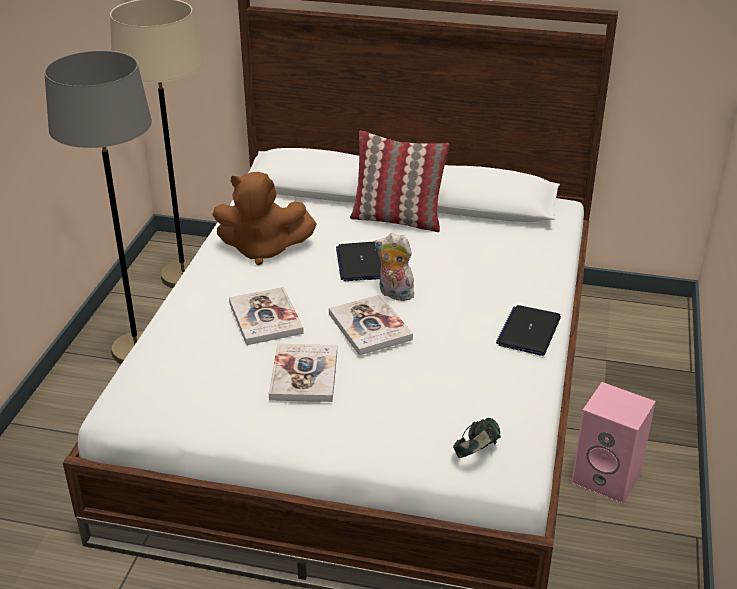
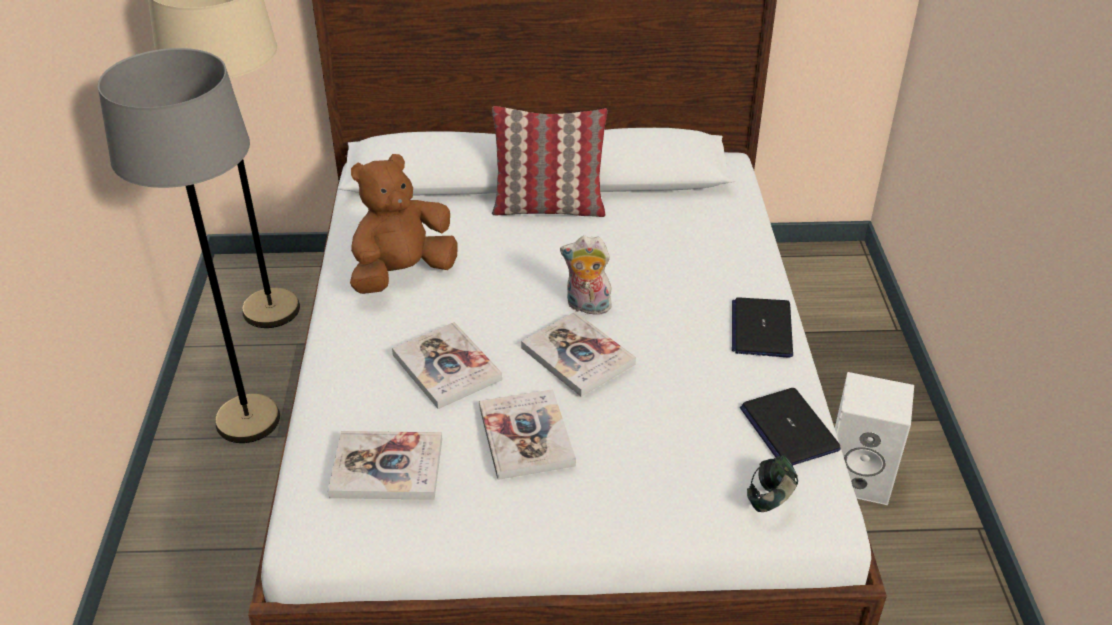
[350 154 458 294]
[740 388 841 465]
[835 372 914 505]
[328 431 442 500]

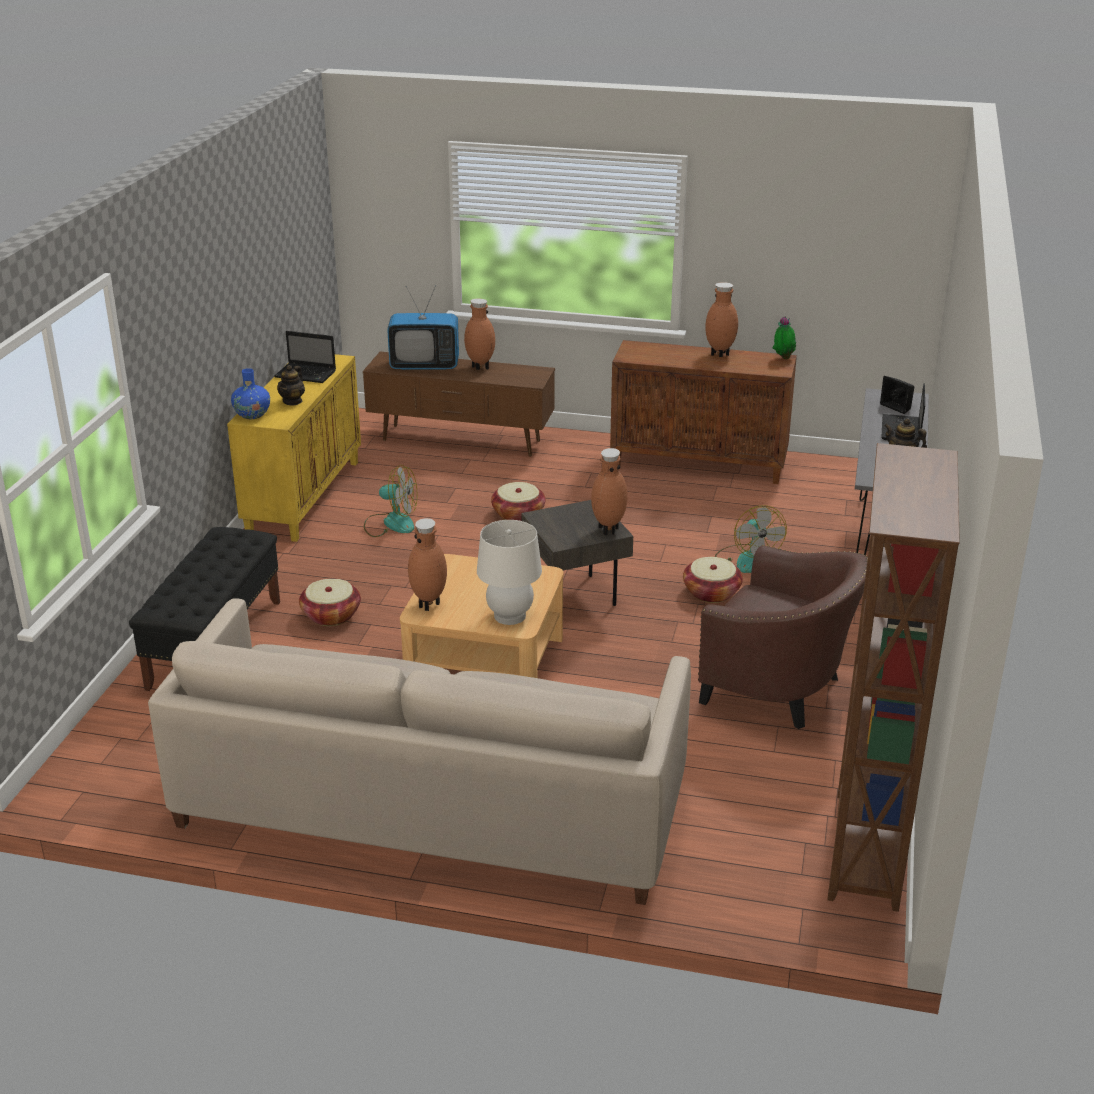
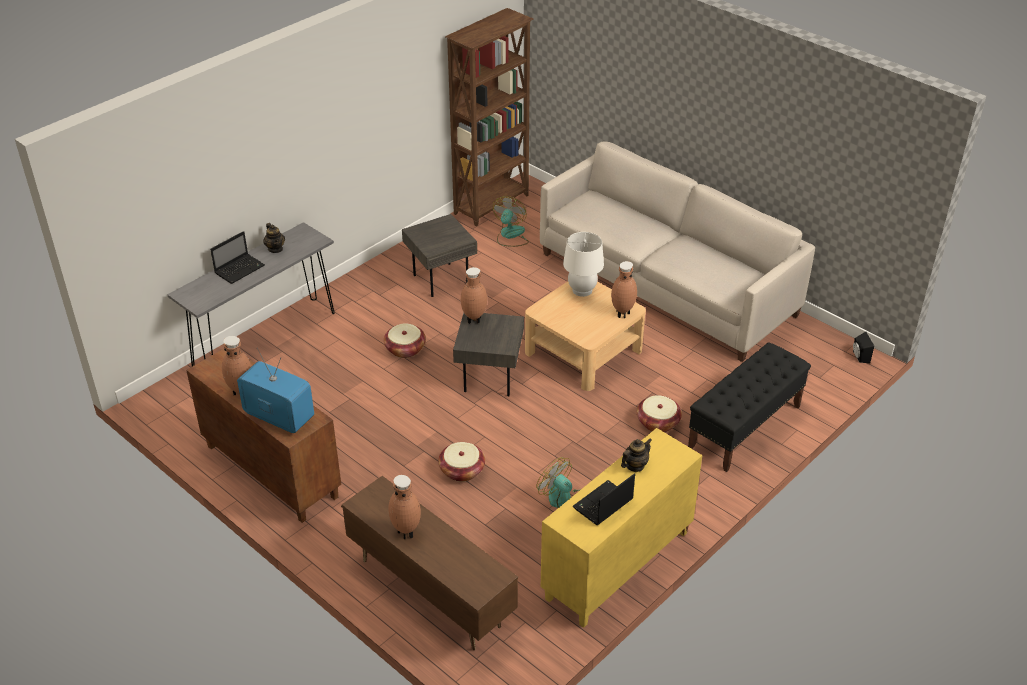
[231 368 270 419] (first image)
[573 474 635 525]
[237 348 314 433]
[402 214 477 297]
[493 196 529 247]
[773 317 796 359] (first image)
[853 332 874 363]

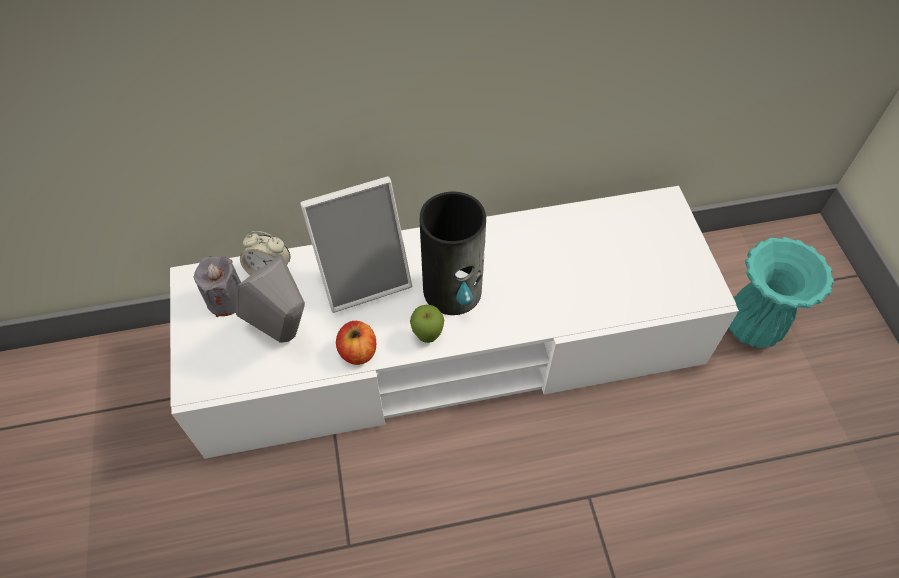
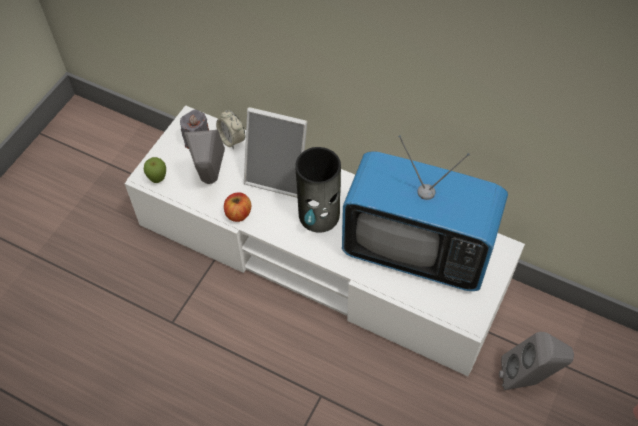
[144 157 166 183]
[499 332 574 390]
[342 135 508 291]

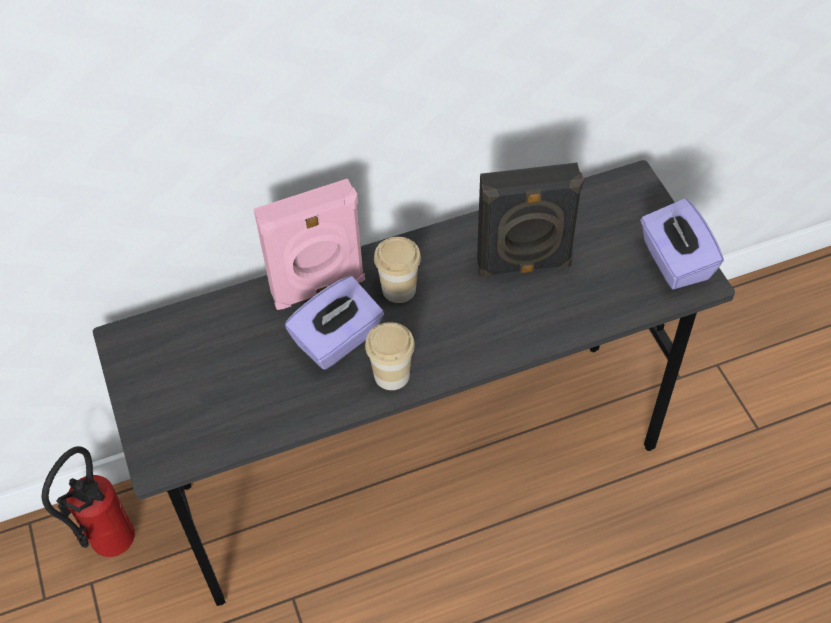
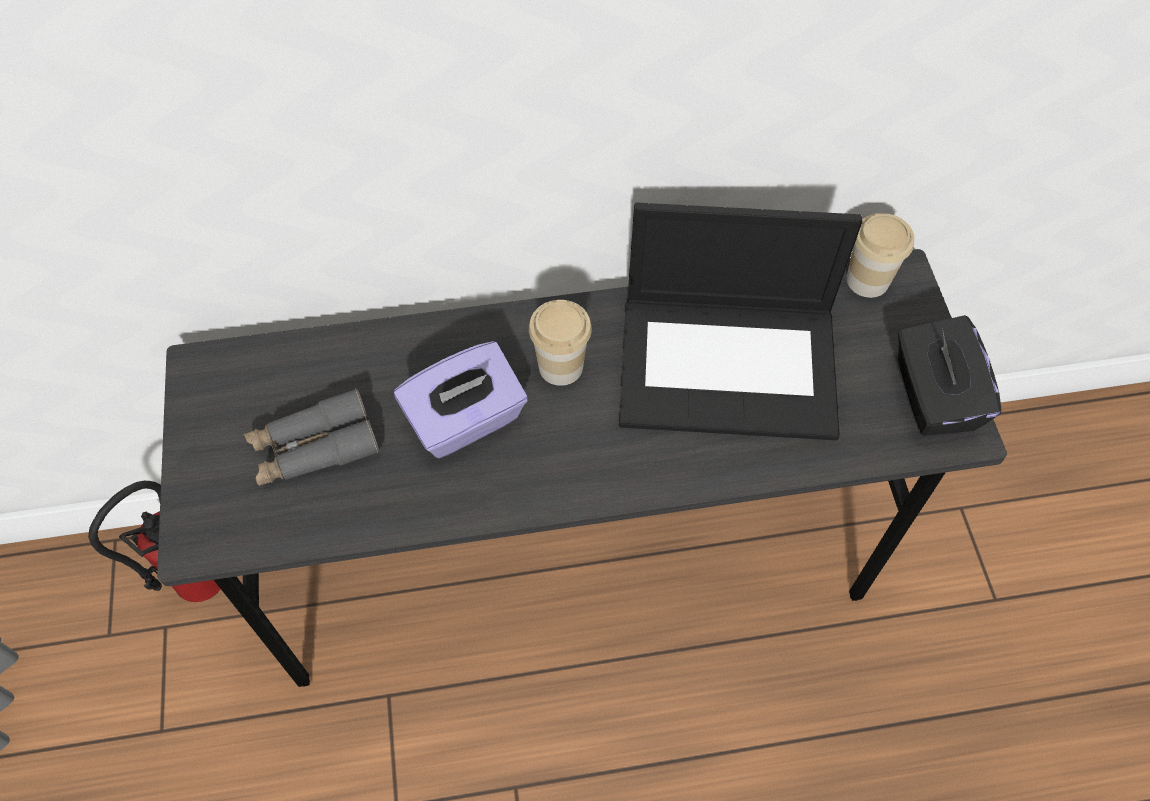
[254 178 365 310] (first image)
[847 213 915 298]
[619 203 862 440]
[898 315 1002 436]
[243 388 380 486]

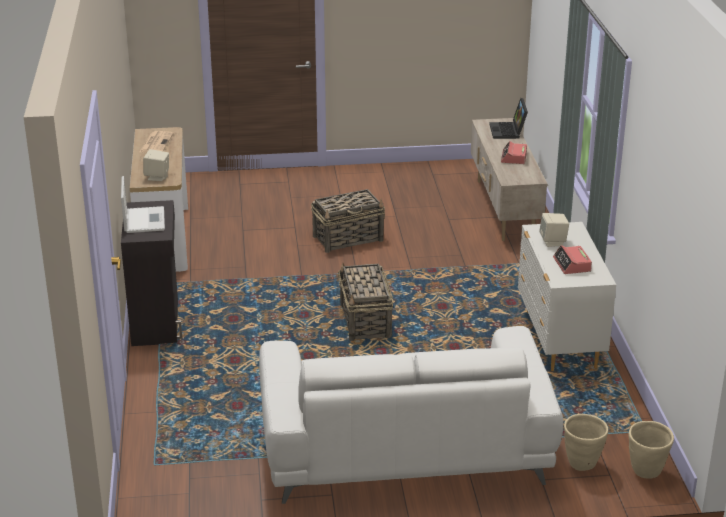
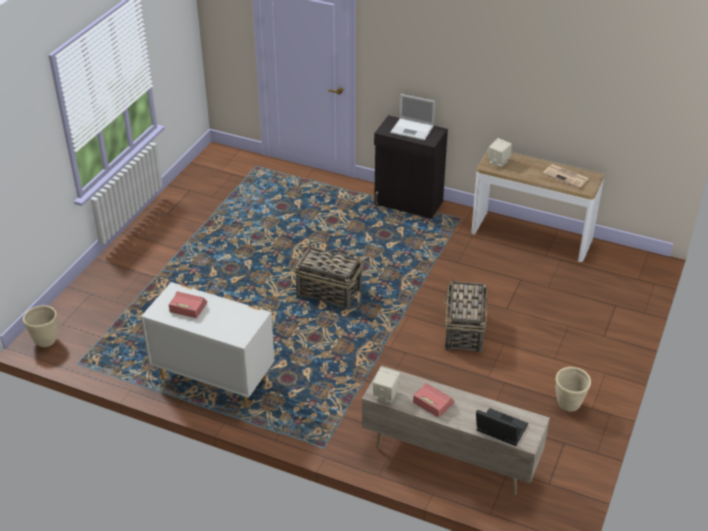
[259 326 563 504] (first image)
[373 367 400 402]
[556 367 591 412]

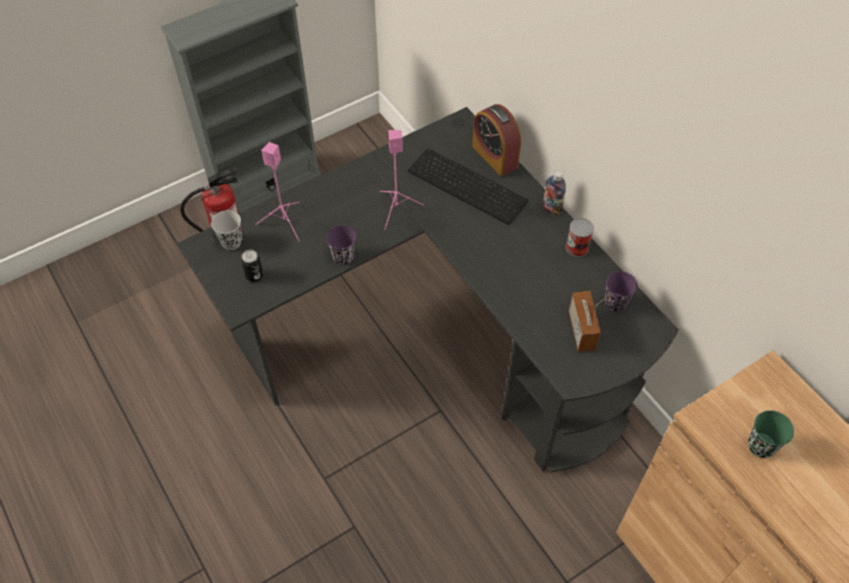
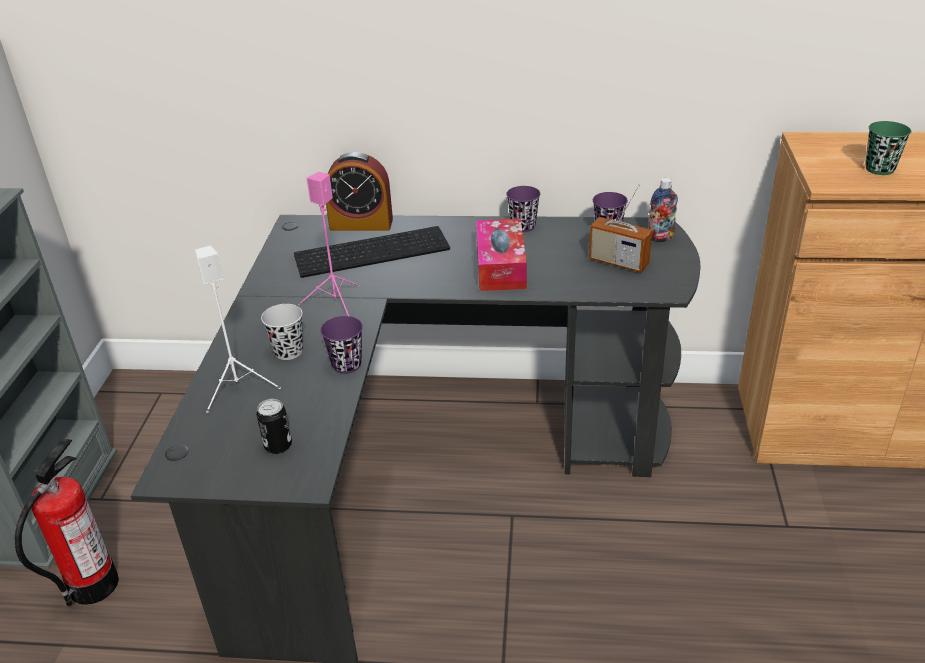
[261 304 303 360]
[195 246 281 413]
[649 178 678 242]
[506 186 540 232]
[476 219 527 291]

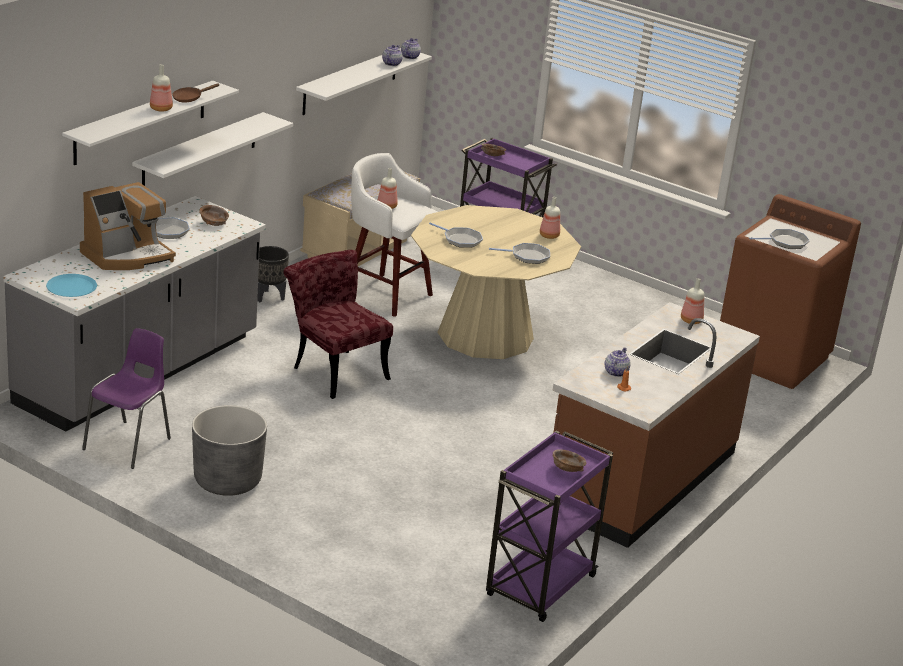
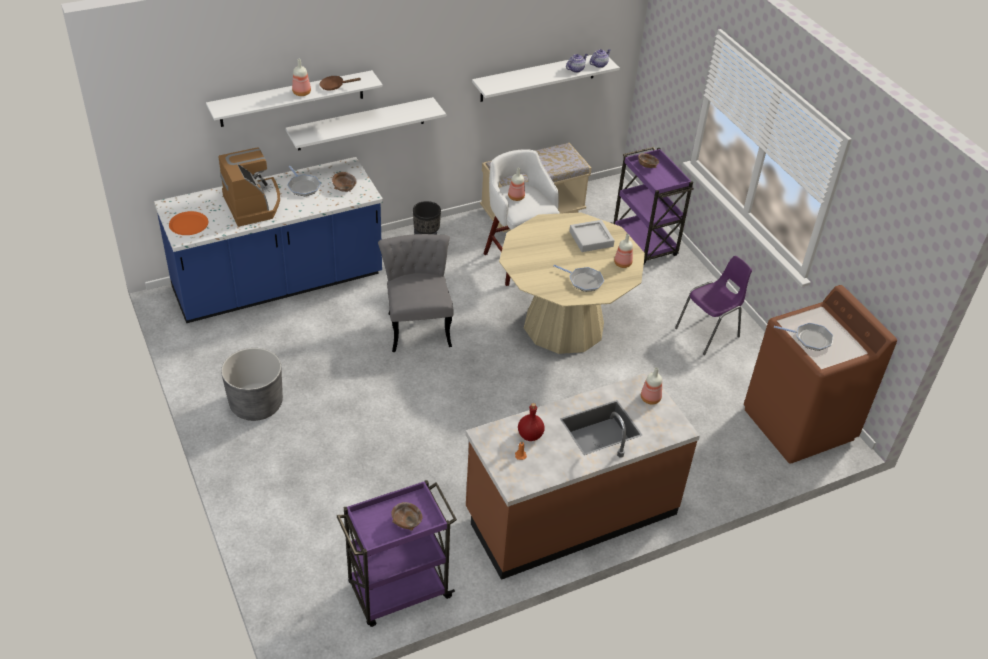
[154 157 383 323]
[169 211 208 235]
[218 148 280 227]
[675 256 752 355]
[378 234 454 352]
[429 222 483 248] (first image)
[518 403 545 441]
[569 220 614 252]

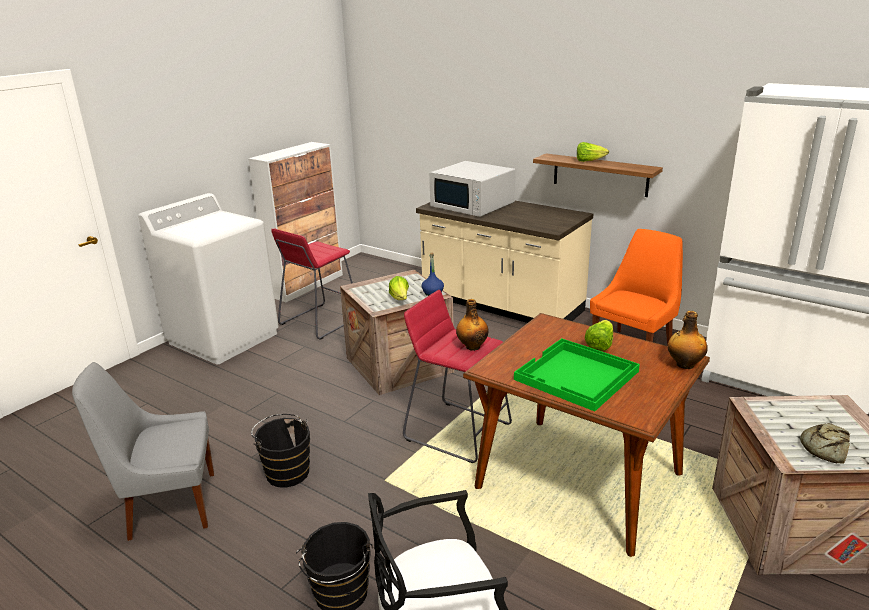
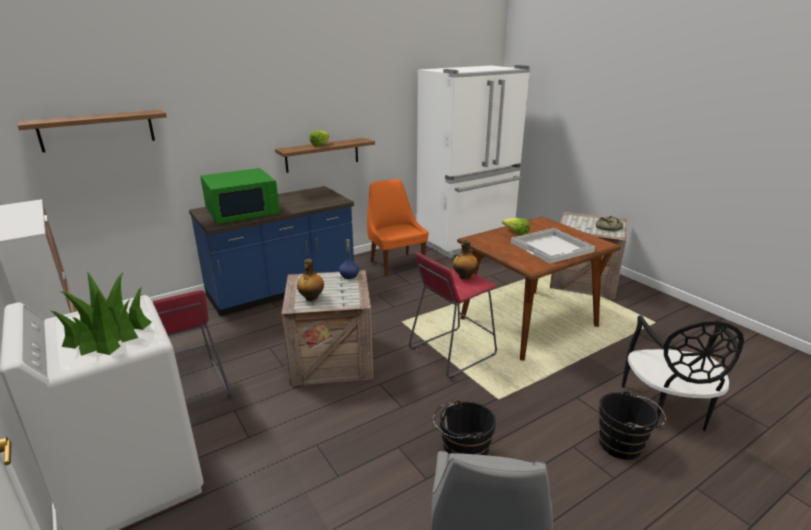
[389 276 409 300] (first image)
[189 186 354 316]
[200 168 280 224]
[511 228 595 264]
[297 259 324 301]
[18 110 167 153]
[51 271 152 356]

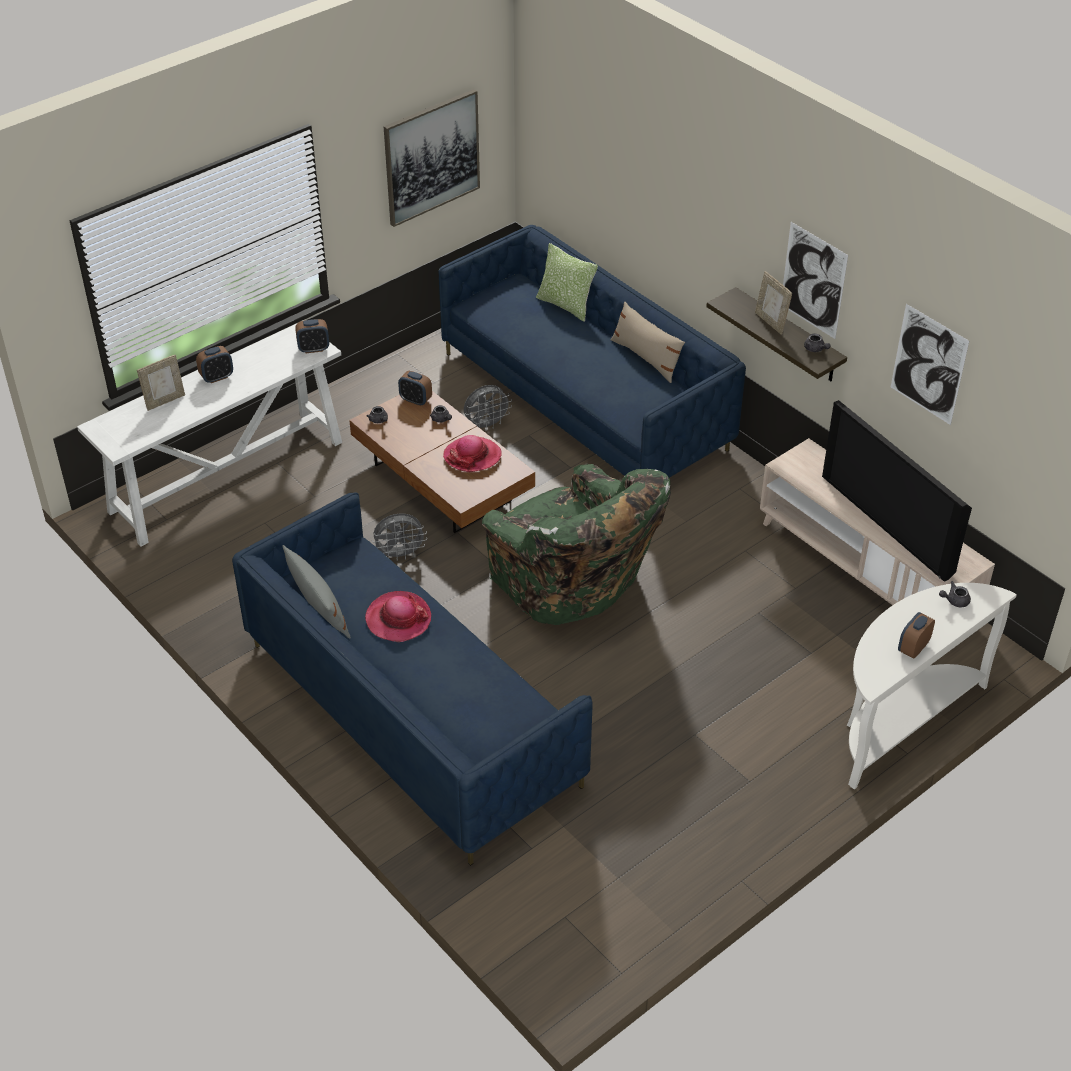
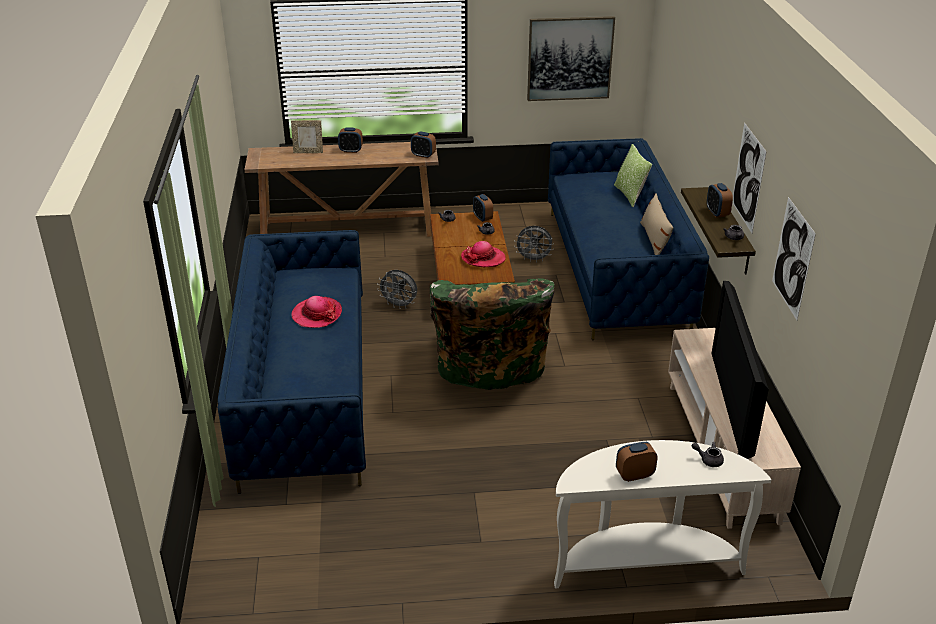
[244 142 438 237]
[282 545 351 639] (first image)
[707 183 733 218]

